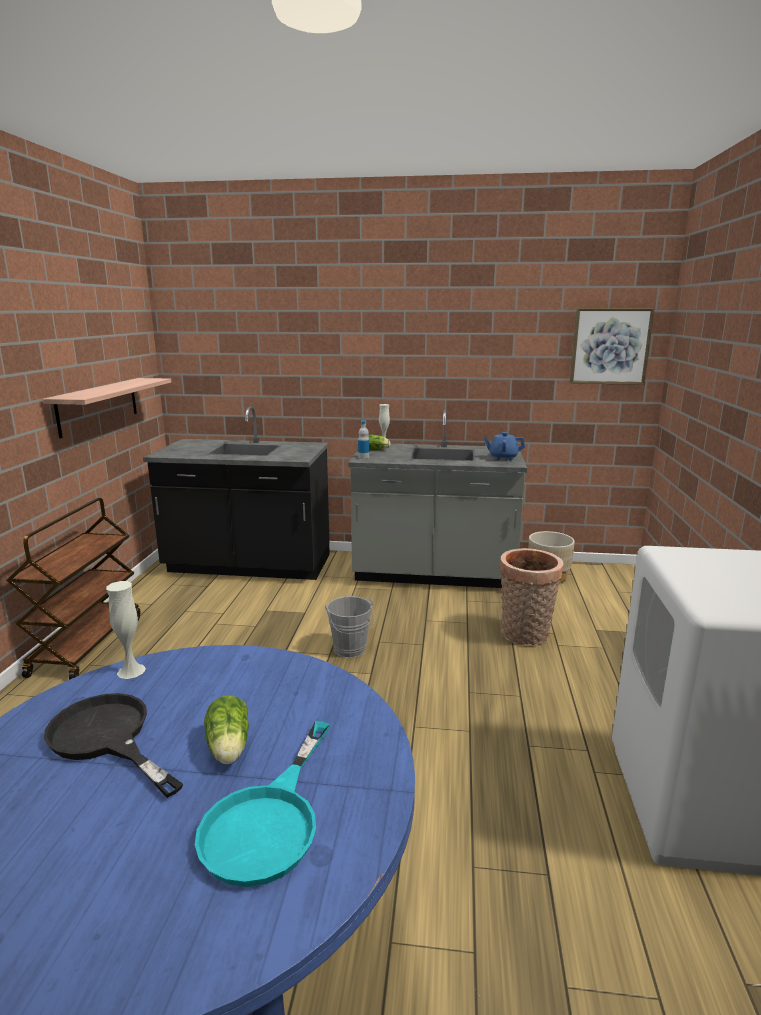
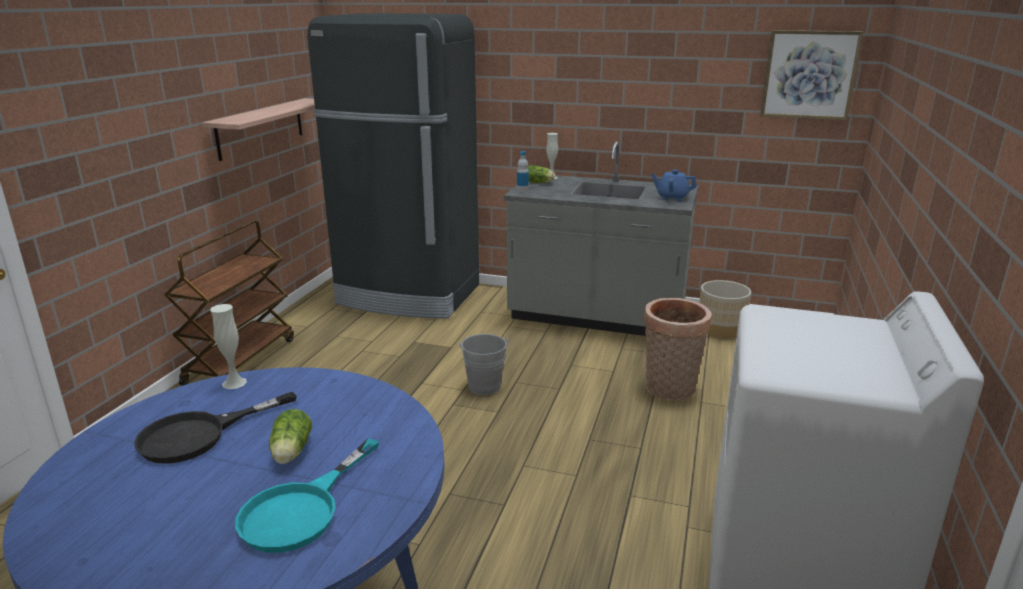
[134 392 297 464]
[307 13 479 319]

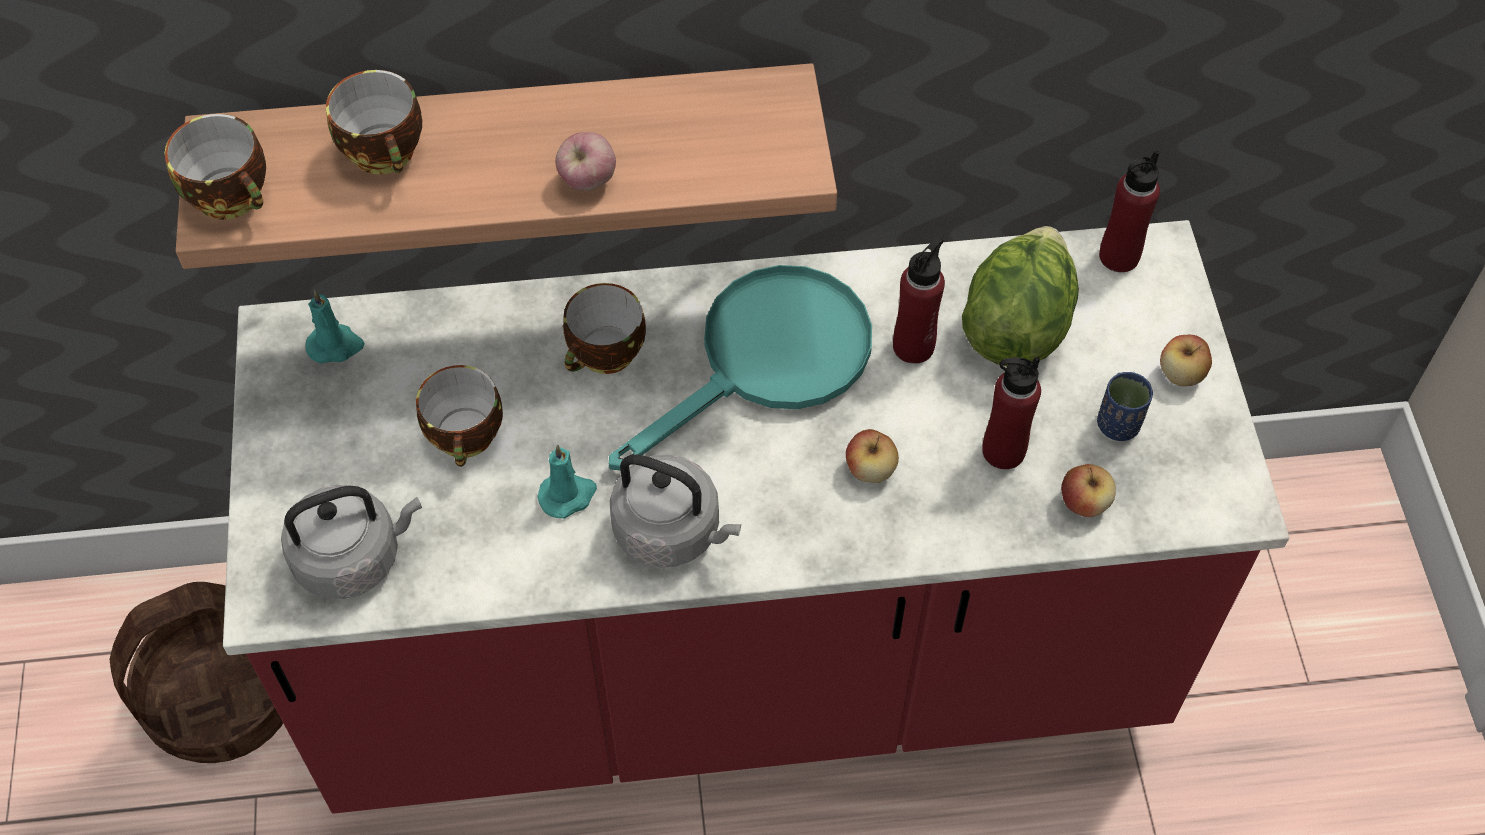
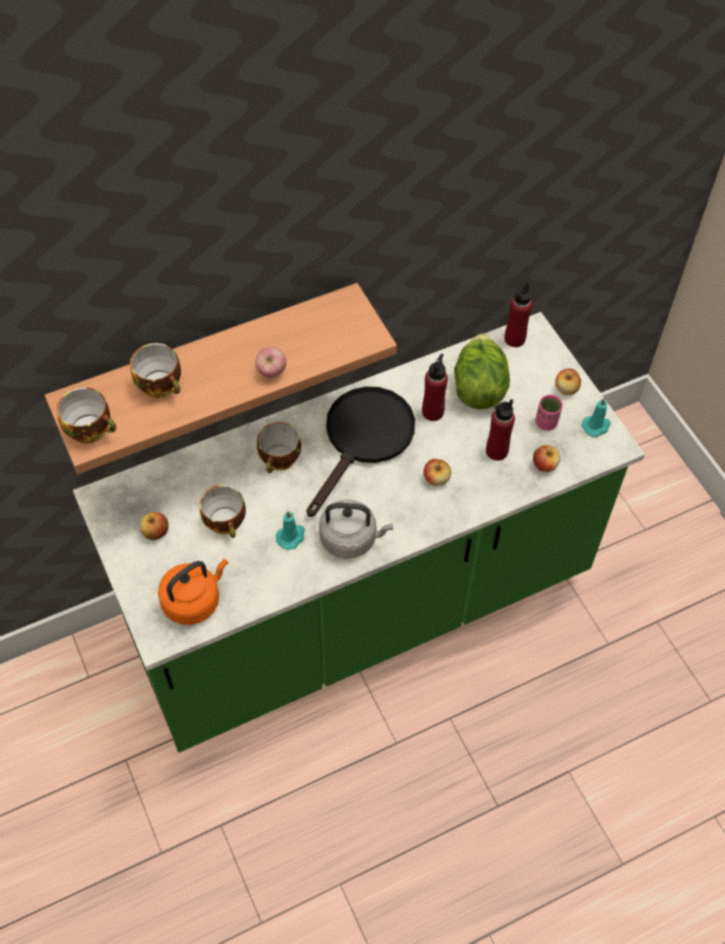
[109 582 283 763] (first image)
[73 312 645 753]
[158 559 228 625]
[582 398 611 437]
[306 386 415 517]
[535 395 563 431]
[140 512 169 540]

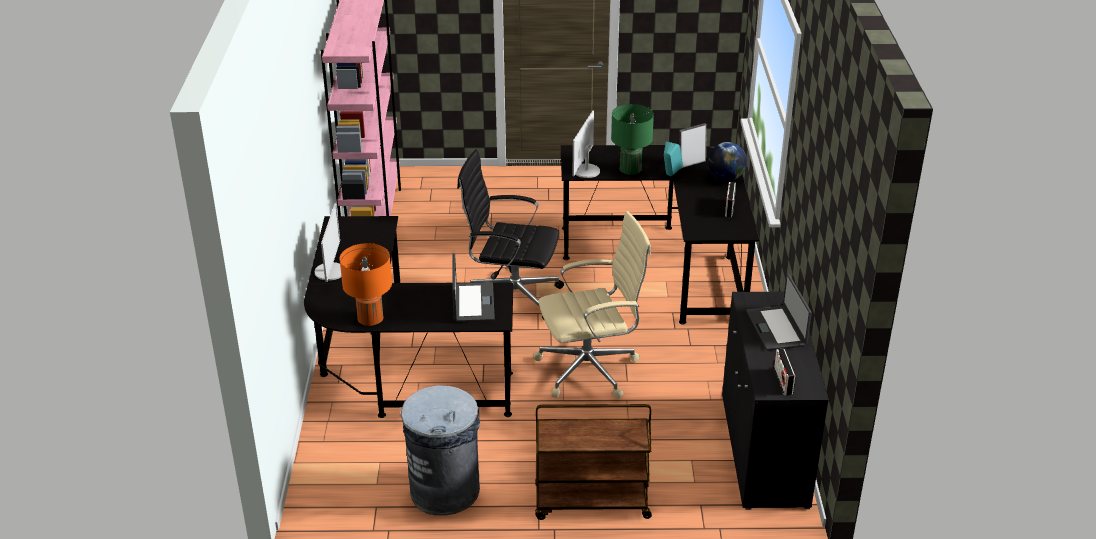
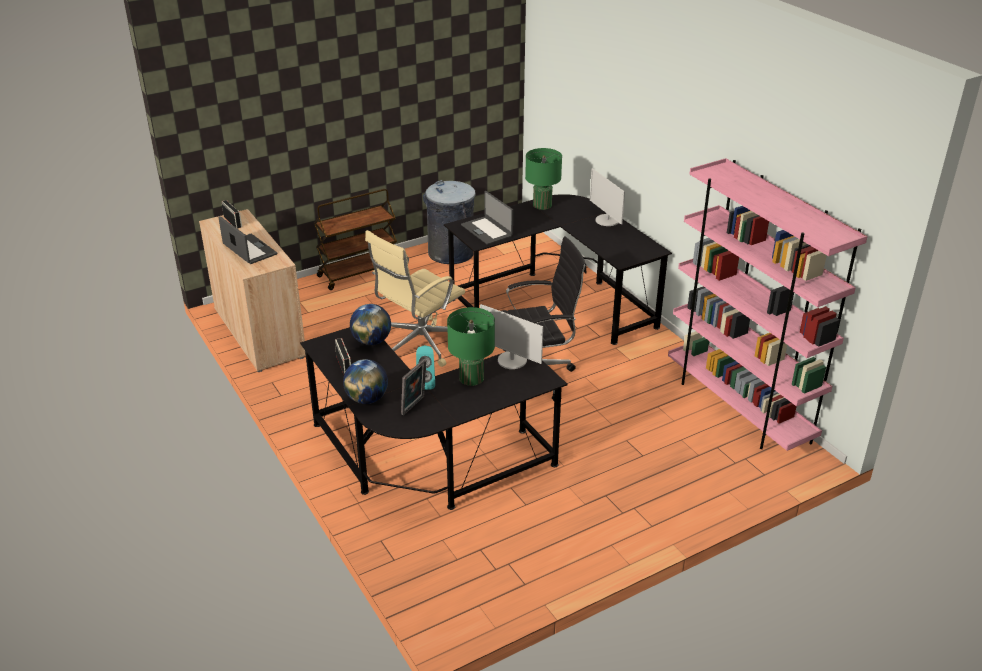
[525 148 562 210]
[480 304 543 369]
[199 209 306 372]
[350 304 391 345]

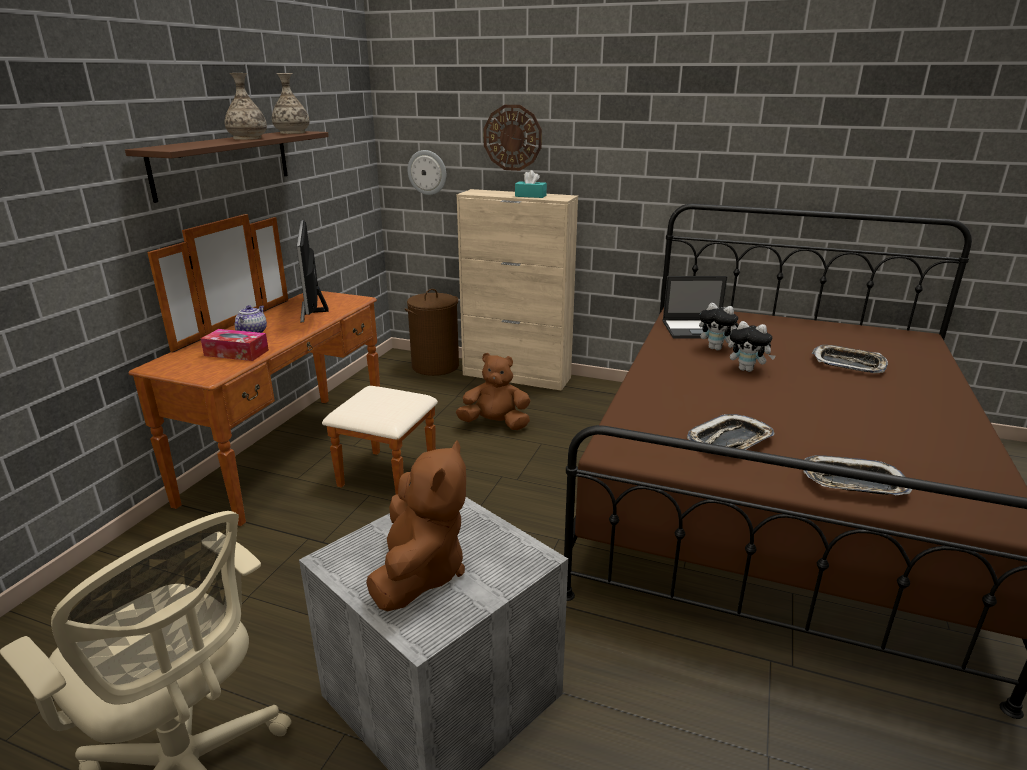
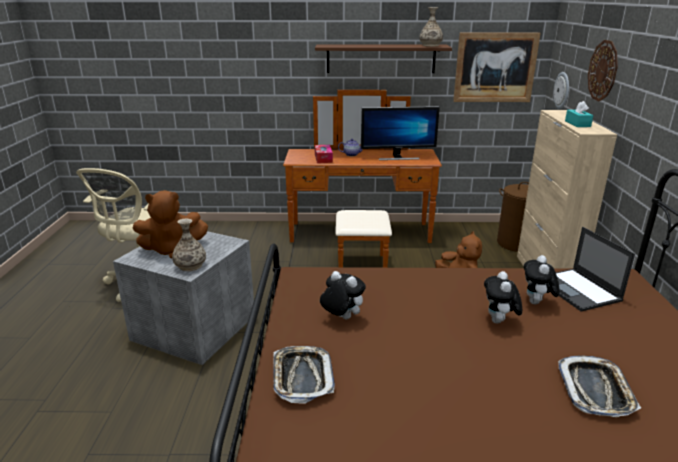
[172 219 206 271]
[361 106 440 160]
[320 271 366 319]
[453 33 541 102]

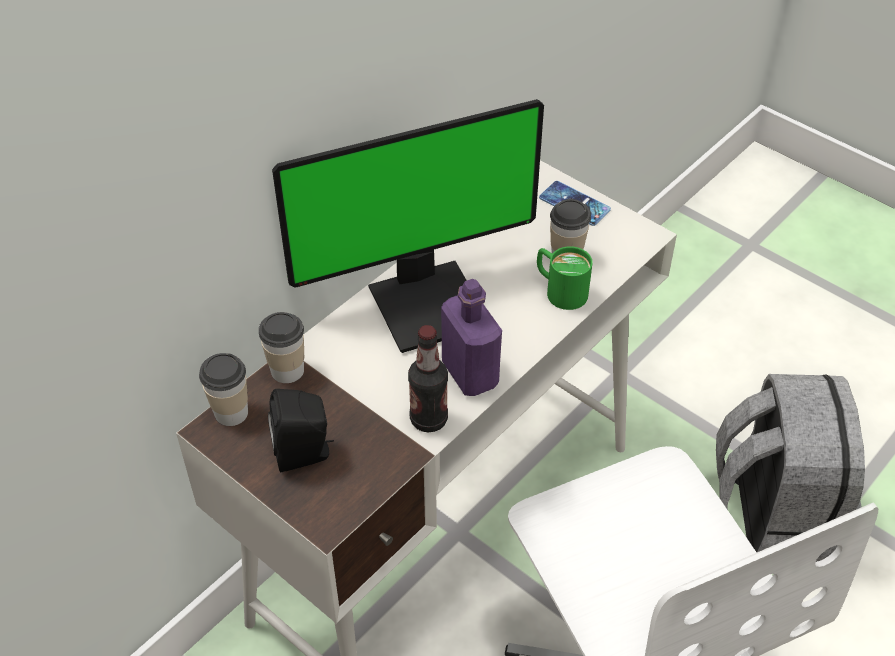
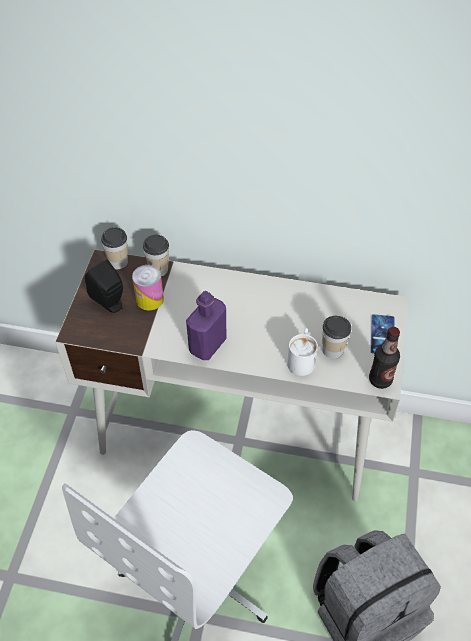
[272 99 544 353] (first image)
[369 327 400 389]
[287 328 318 376]
[132 265 164 310]

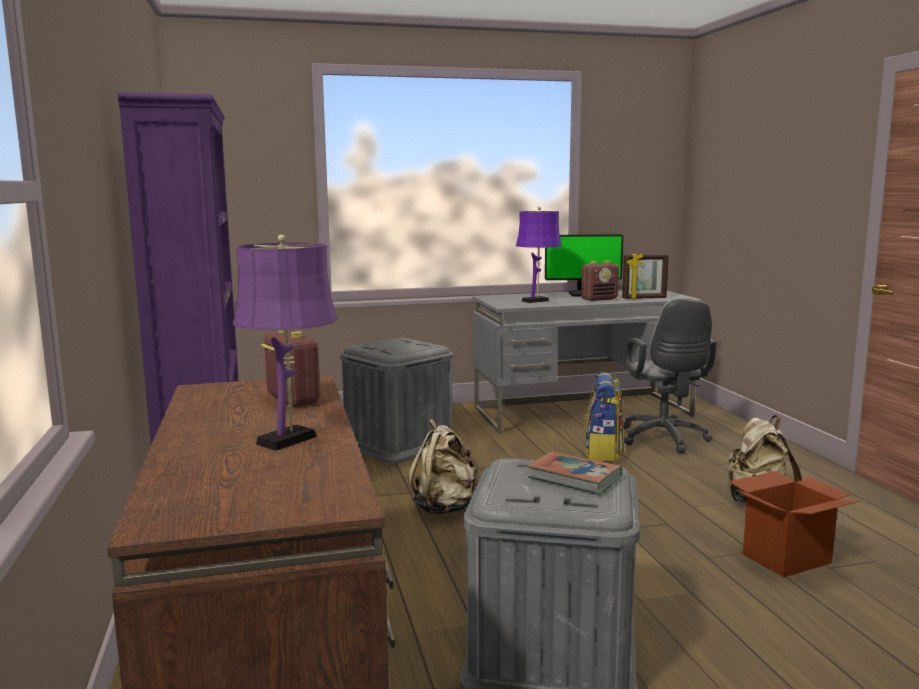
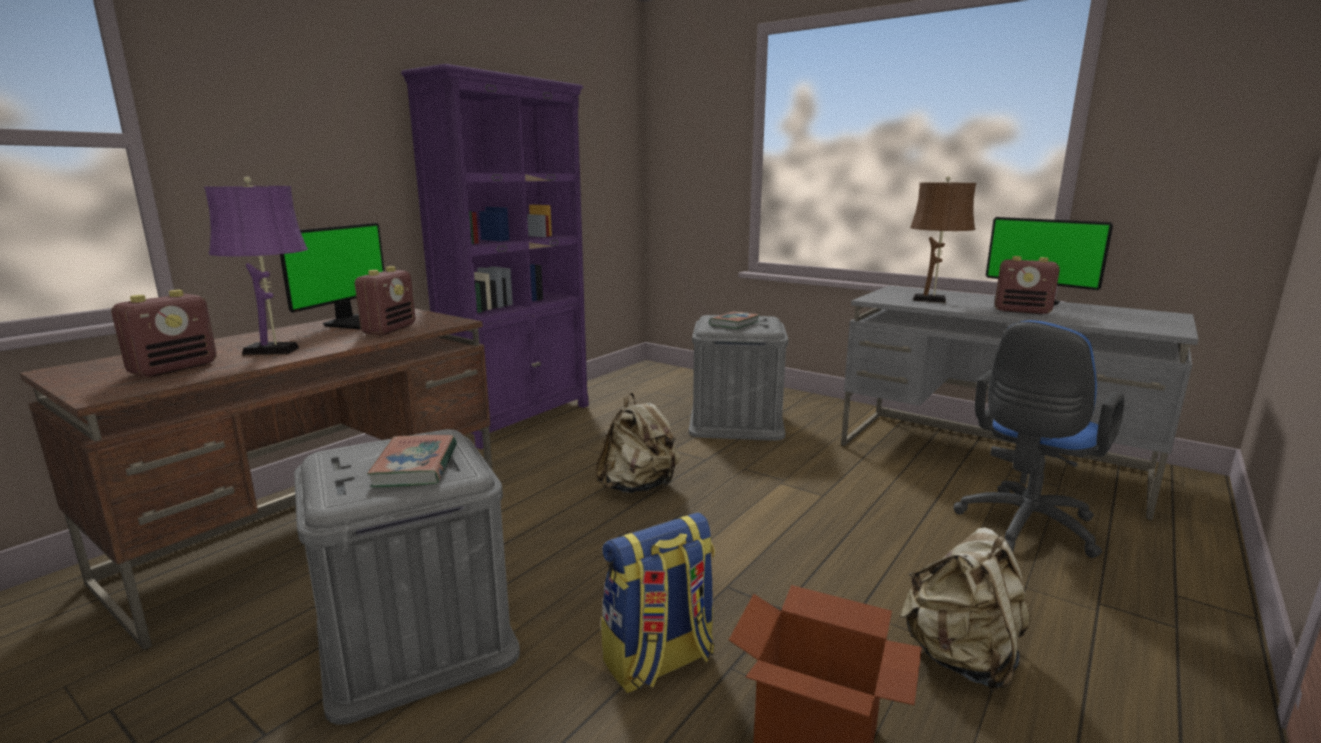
[910 176 976 303]
[601 512 715 693]
[622 253 669 299] (first image)
[953 320 1125 558]
[111 290 217 377]
[280 223 384 330]
[709 311 760 329]

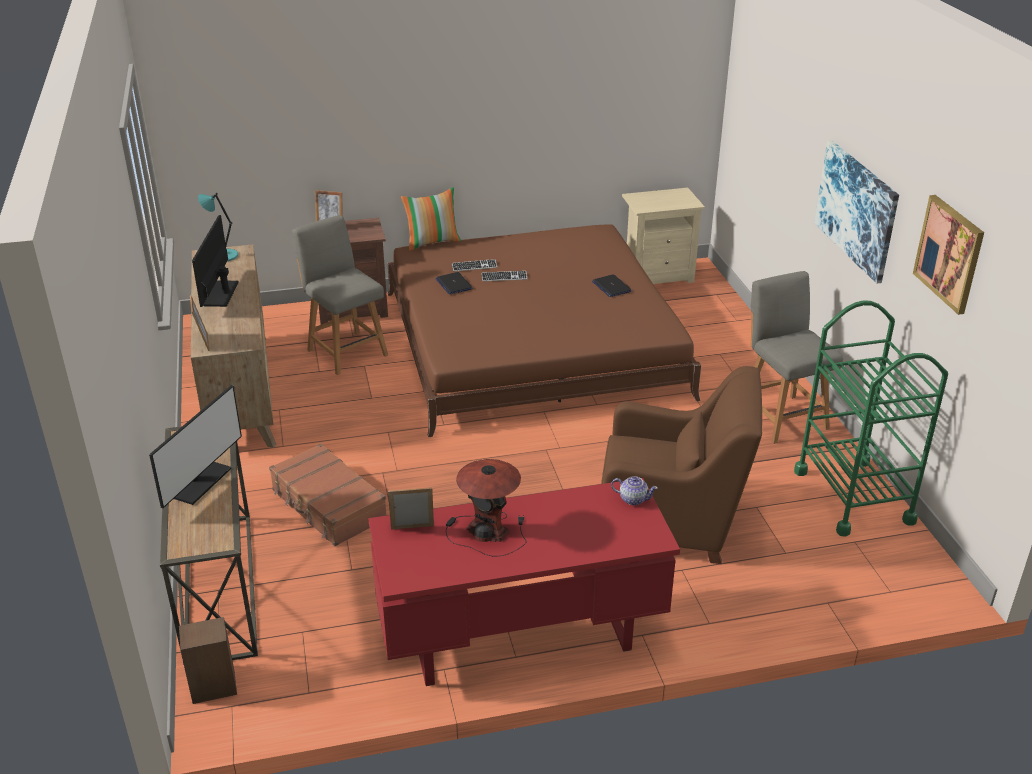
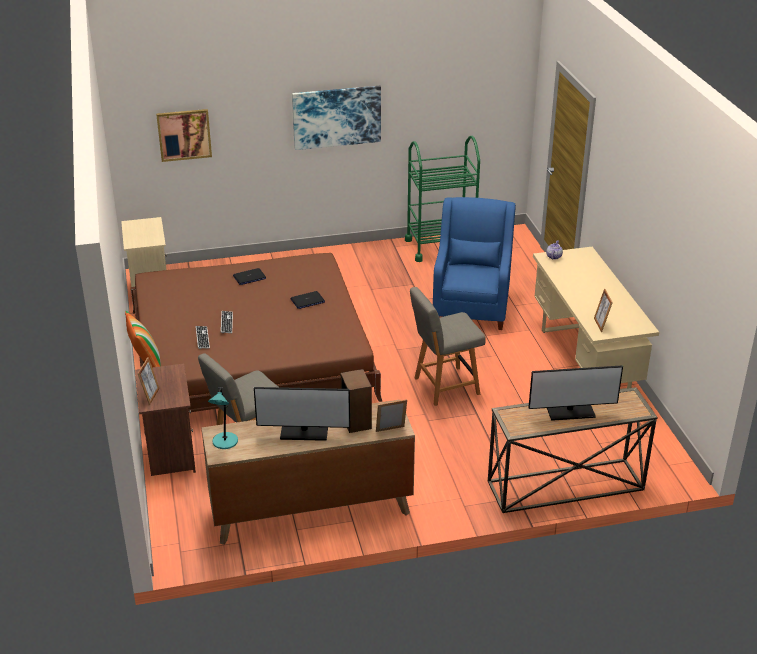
[528 365 623 421]
[341 369 372 433]
[269 443 387 546] (first image)
[533 247 659 390]
[290 291 325 309]
[446 459 527 556] (first image)
[433 197 516 330]
[410 287 486 406]
[156 109 212 162]

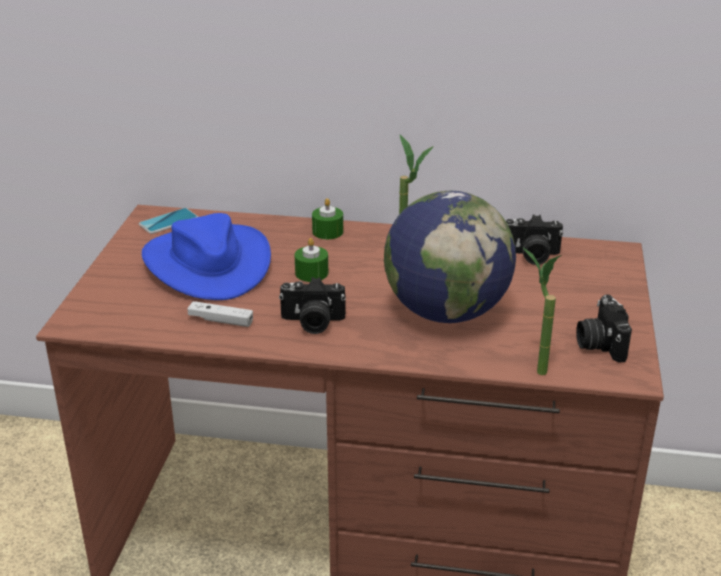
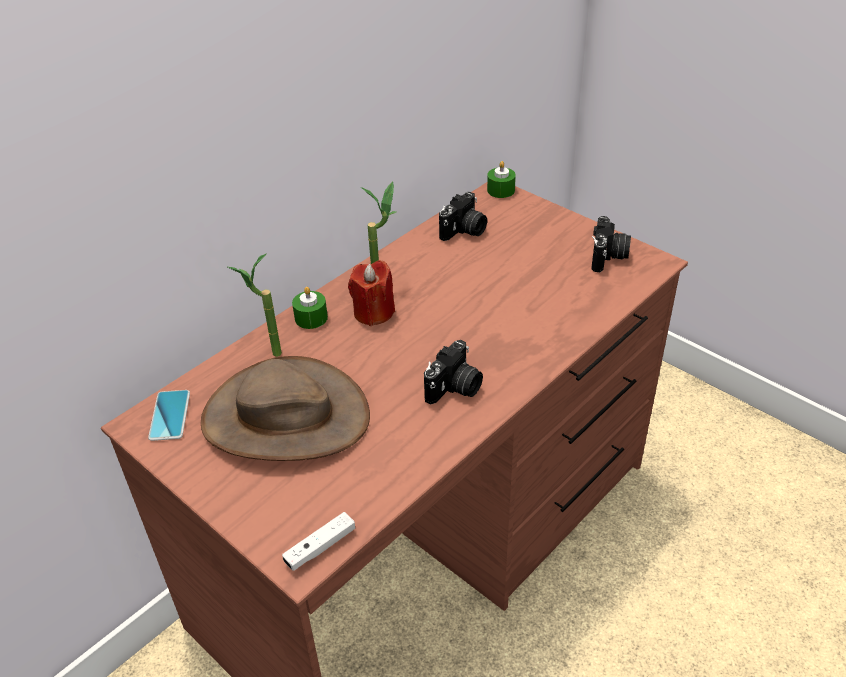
[201 356 370 461]
[282 512 355 571]
[487 161 516 198]
[384 191 516 323] (first image)
[228 253 282 357]
[591 216 631 272]
[348 260 395 326]

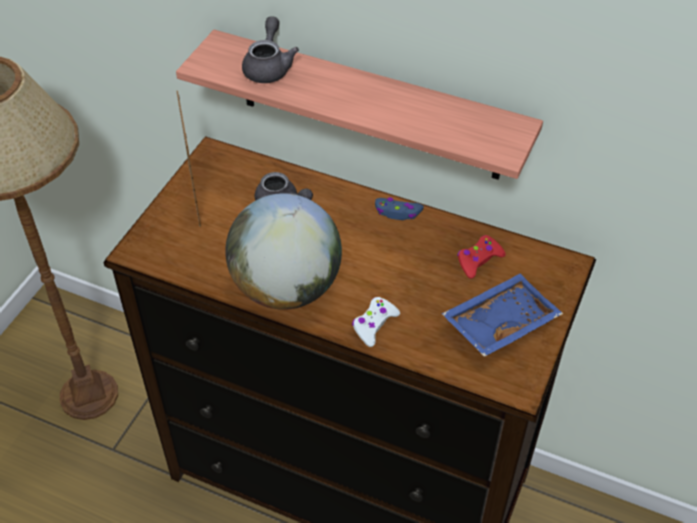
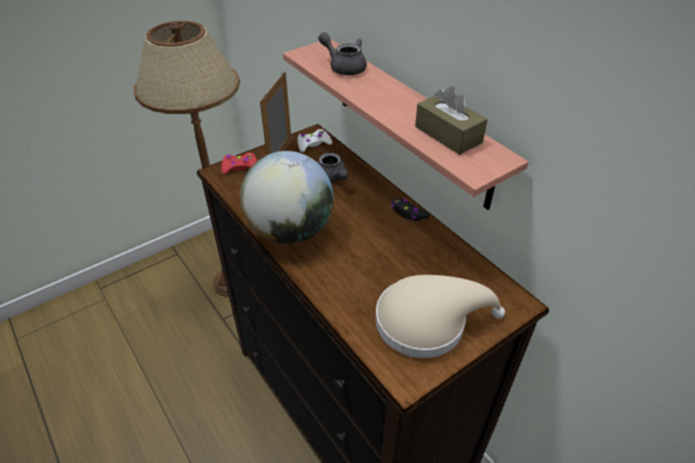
[318 32 367 75]
[297 129 332 152]
[391 198 430 221]
[375 275 505 358]
[221 153 257 174]
[415 86 488 155]

